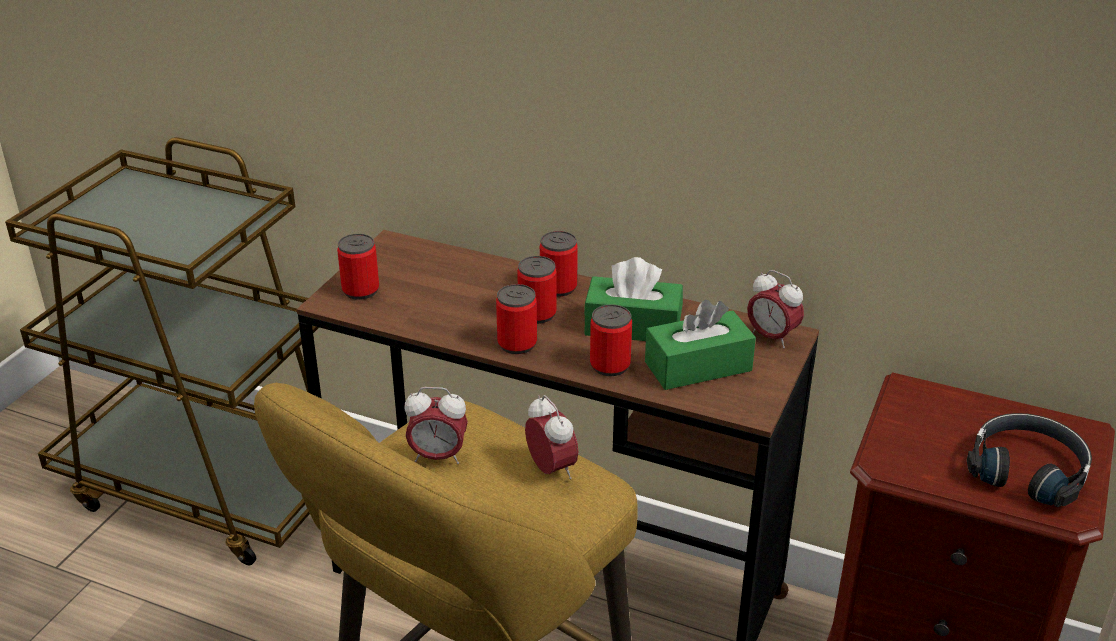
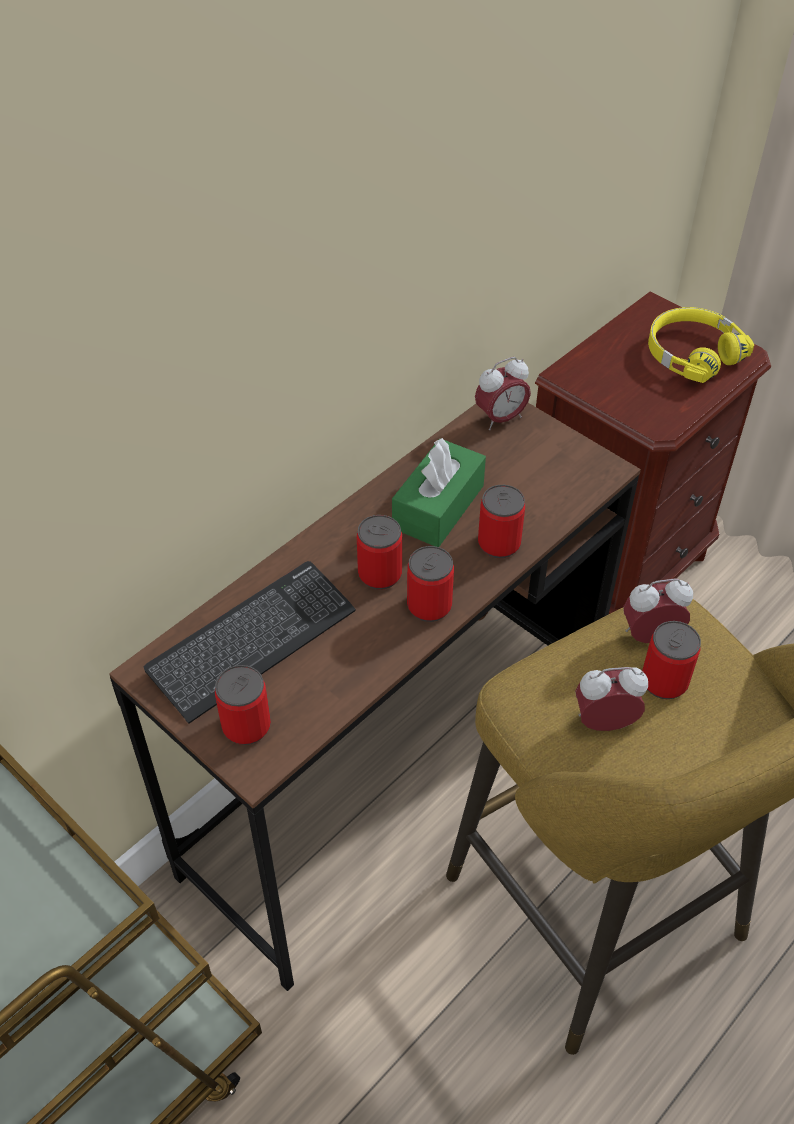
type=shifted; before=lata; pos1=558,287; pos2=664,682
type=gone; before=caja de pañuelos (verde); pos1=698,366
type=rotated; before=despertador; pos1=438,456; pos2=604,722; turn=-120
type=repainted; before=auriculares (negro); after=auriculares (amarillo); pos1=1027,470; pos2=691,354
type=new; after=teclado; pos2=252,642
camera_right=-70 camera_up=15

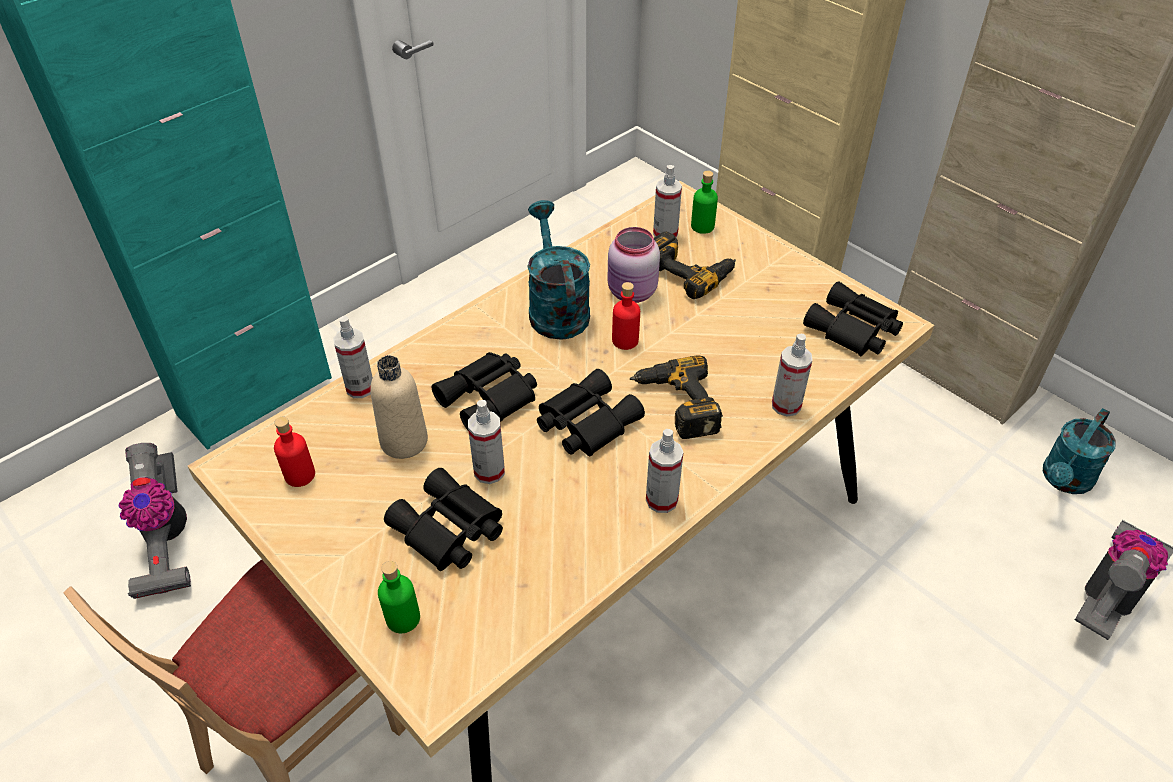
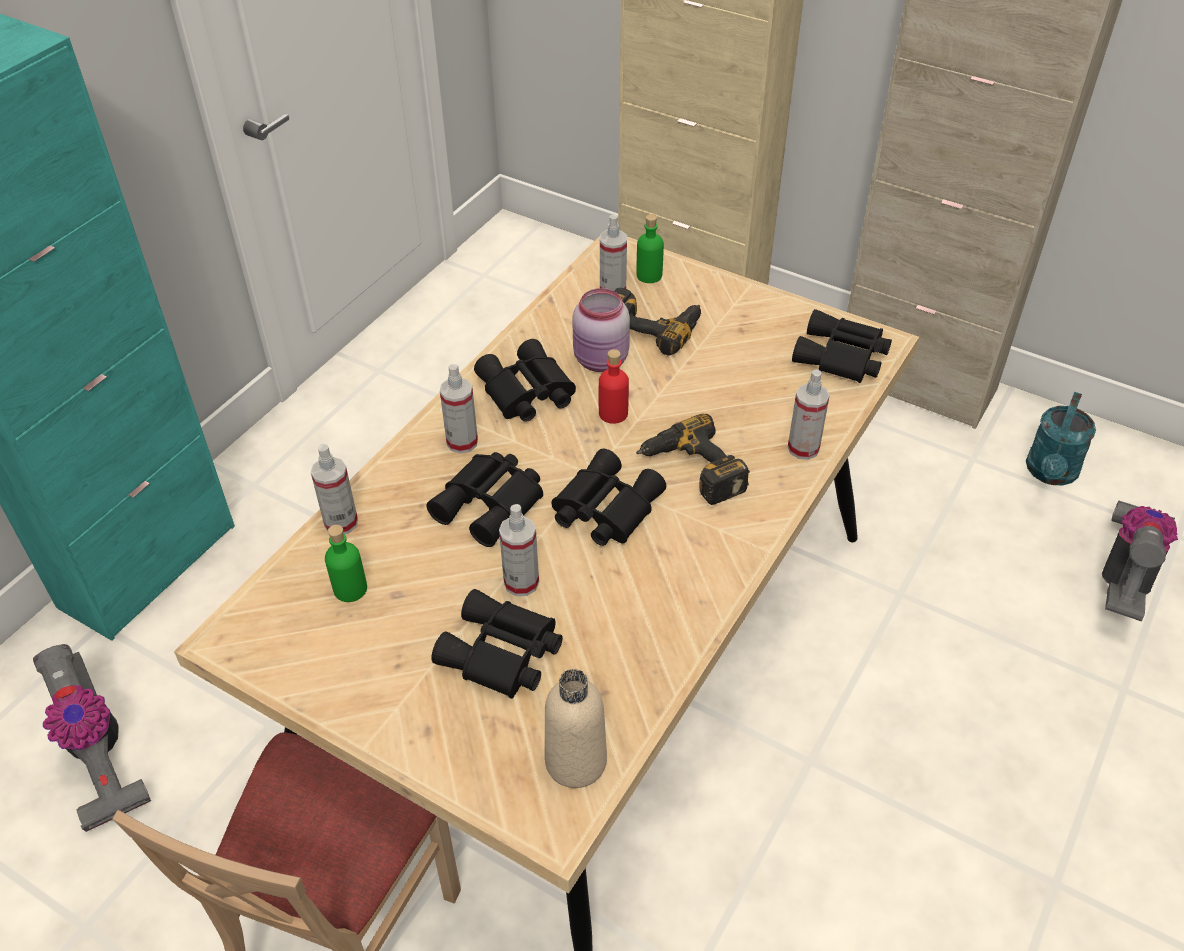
type=swapped; before=regadera (turquesa); after=prismáticos (negro); pos1=556,308; pos2=525,393
type=shifted; before=botella (beis); pos1=404,441; pos2=575,761
type=gone; before=botella (rojo); pos1=300,475
type=shifted; before=pulverizador; pos1=661,500; pos2=462,442
type=shifted; before=botella (verde); pos1=403,618; pos2=350,589
camera_right=-15 camera_up=0

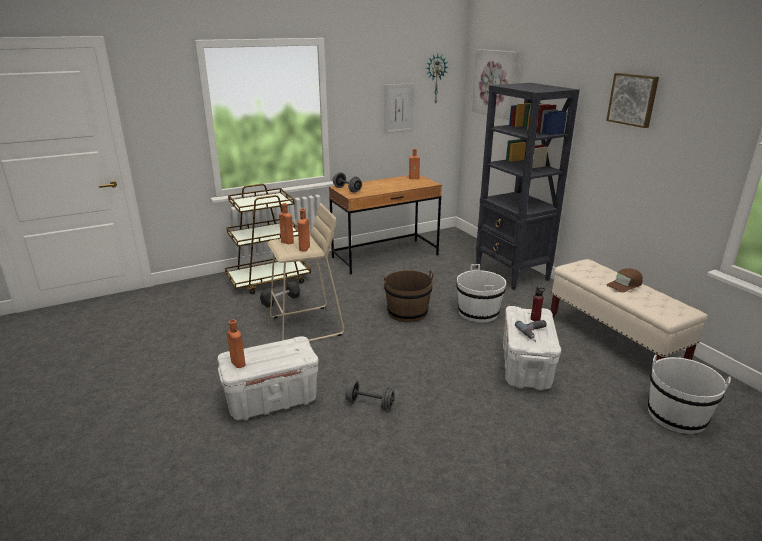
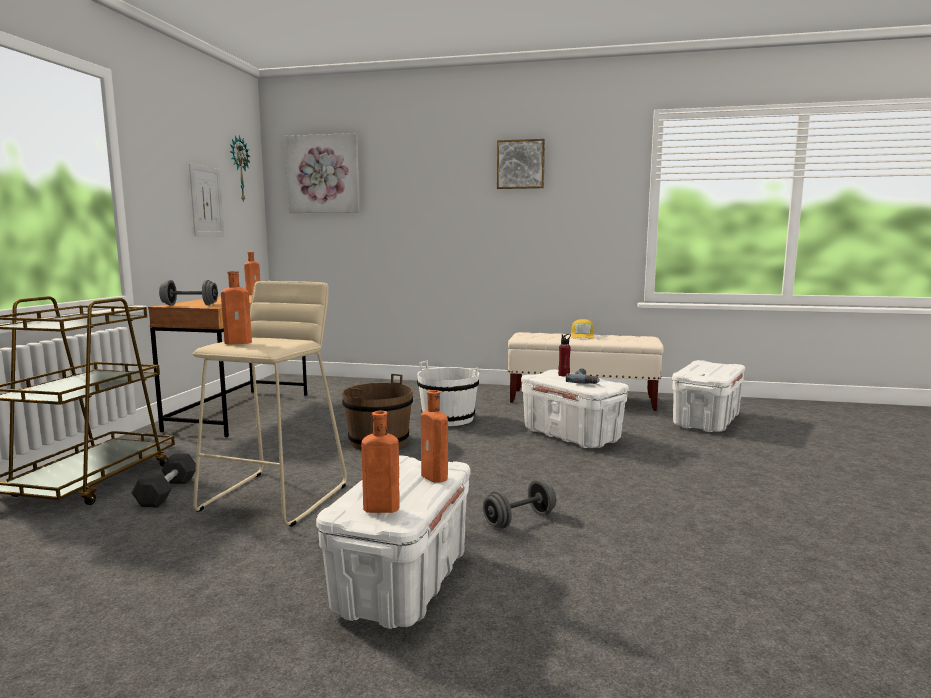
type=gone; before=estantería (negro); pos1=512,274
type=shifted; before=botella (naranja); pos1=304,249; pos2=435,477
type=repainted; before=gorra (marrón); after=gorra (amarillo); pos1=625,285; pos2=582,336
type=swapped; before=cubo (blanco); after=caja de almacenaje (blanco); pos1=676,416; pos2=705,421
camera_right=-50 camera_up=-15

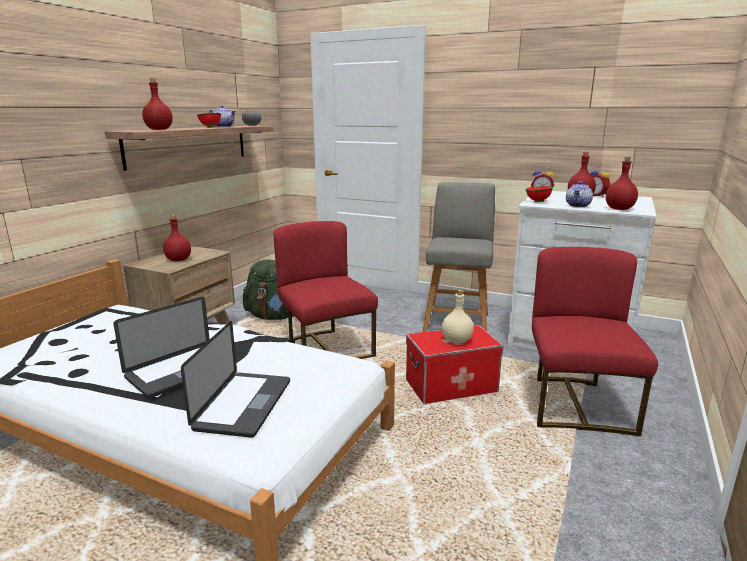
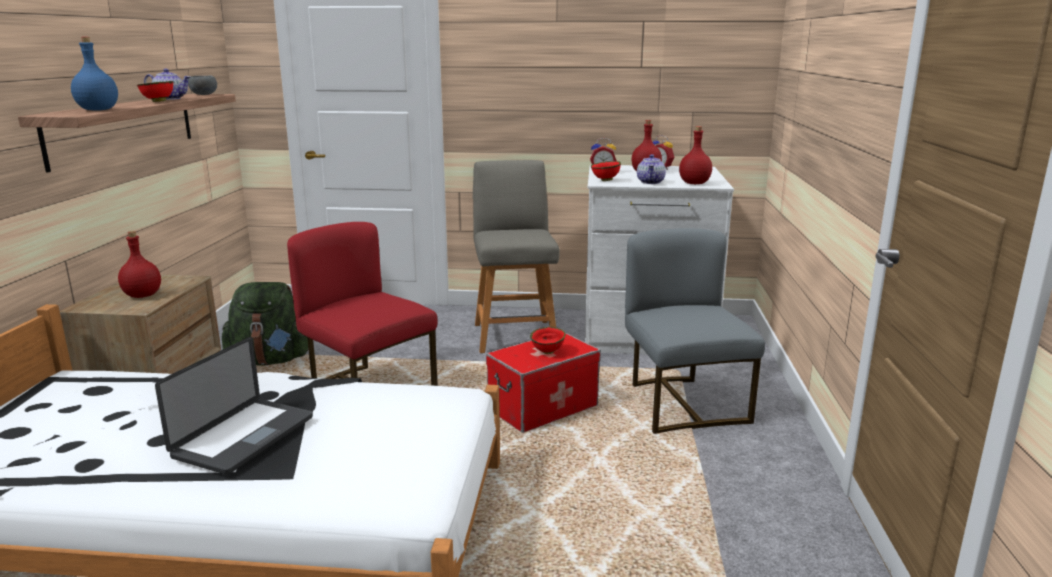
type=repainted; before=botella (rojo); after=botella (azul); pos1=159,129; pos2=99,110
type=repainted; before=silla (rojo); after=silla (gris); pos1=576,405; pos2=682,404
type=swapped; before=botella (beis); after=cuenco (rojo); pos1=457,340; pos2=548,352
type=gone; before=portátil; pos1=243,404
camera_right=-20 camera_up=0

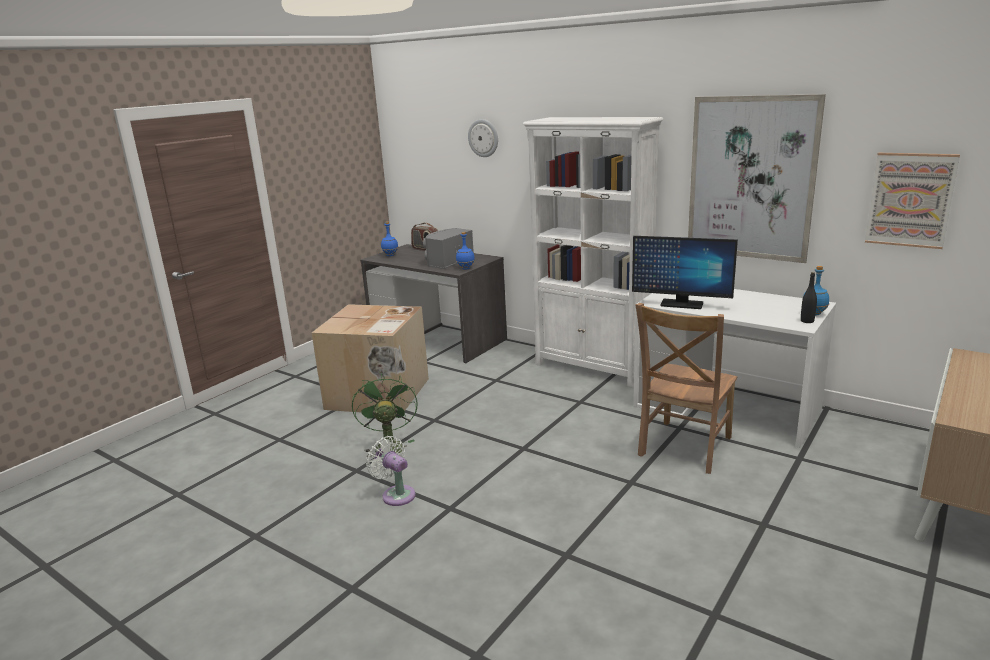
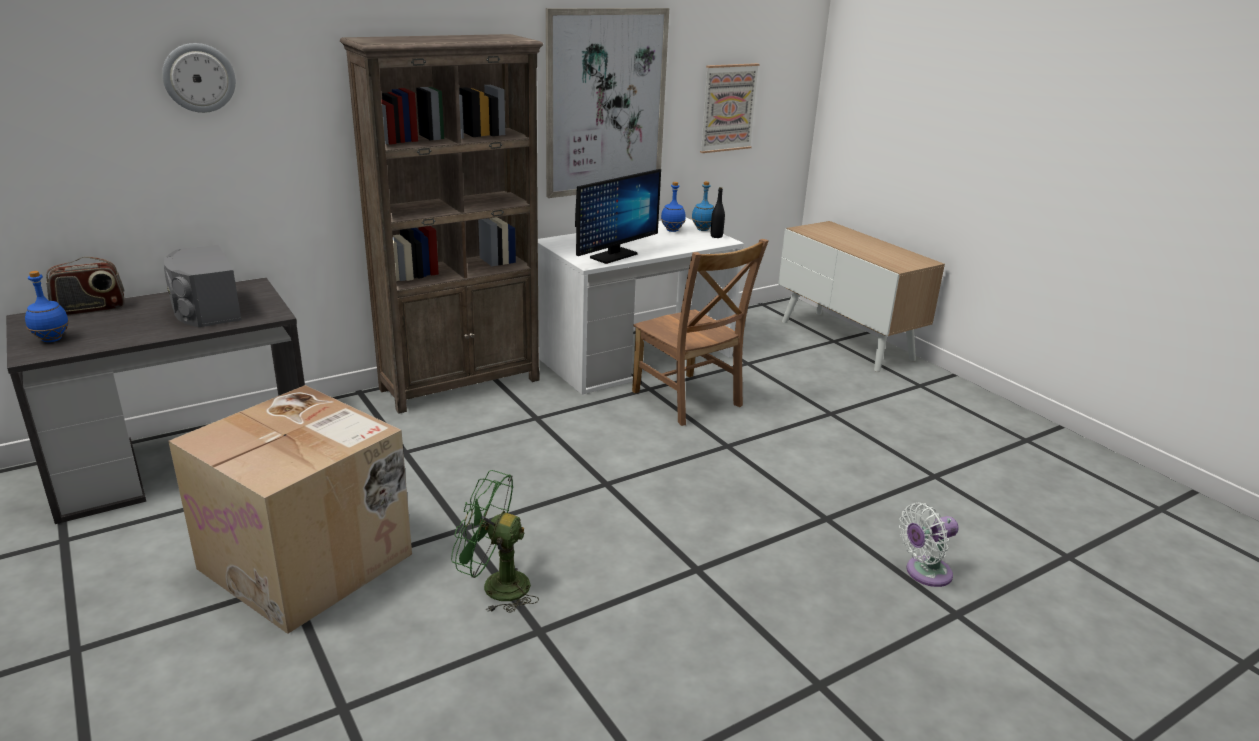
type=repainted; before=estantería (blanco); after=estantería (marrón); pos1=592,368; pos2=461,384
type=shifted; before=botella (azul); pos1=465,268; pos2=672,230
type=shifted; before=ventilador (blanco); pos1=396,494; pos2=924,573
camera_right=-70 camera_up=5

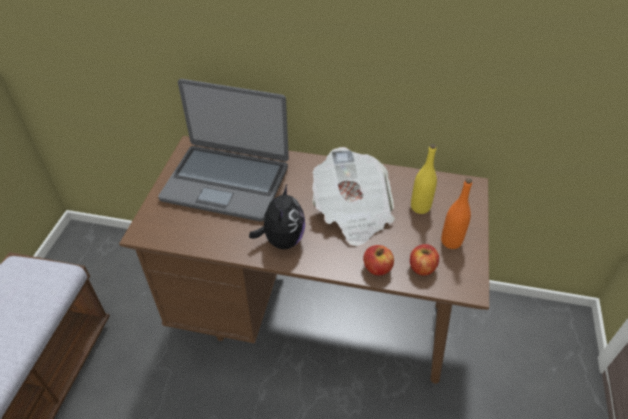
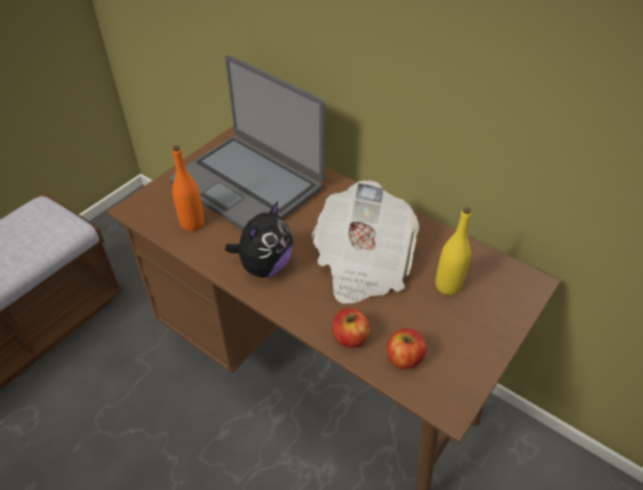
type=shifted; before=botella (naranja); pos1=451,241; pos2=192,223
camera_right=25 camera_up=0

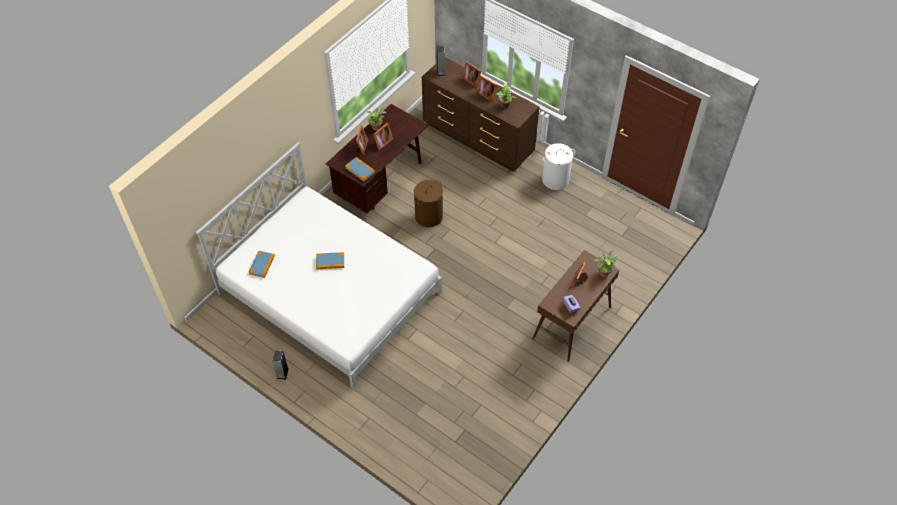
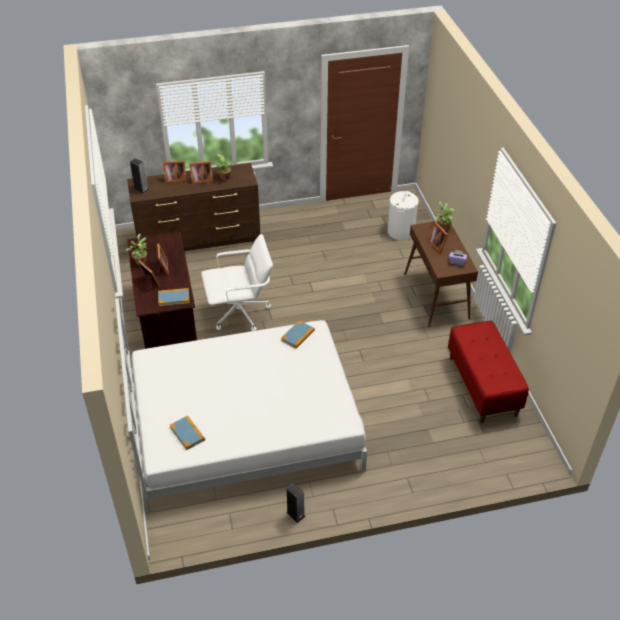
type=shifted; before=cesto de la ropa (blanco); pos1=555,180; pos2=401,232
type=swapped; before=cesto de la ropa (marrón); after=silla de oficina (blanco); pos1=428,217; pos2=240,313
type=shifted; before=libro; pos1=330,262; pos2=298,335
type=new; after=banco (rojo); pos2=483,386
camera_right=-50 camera_up=-10

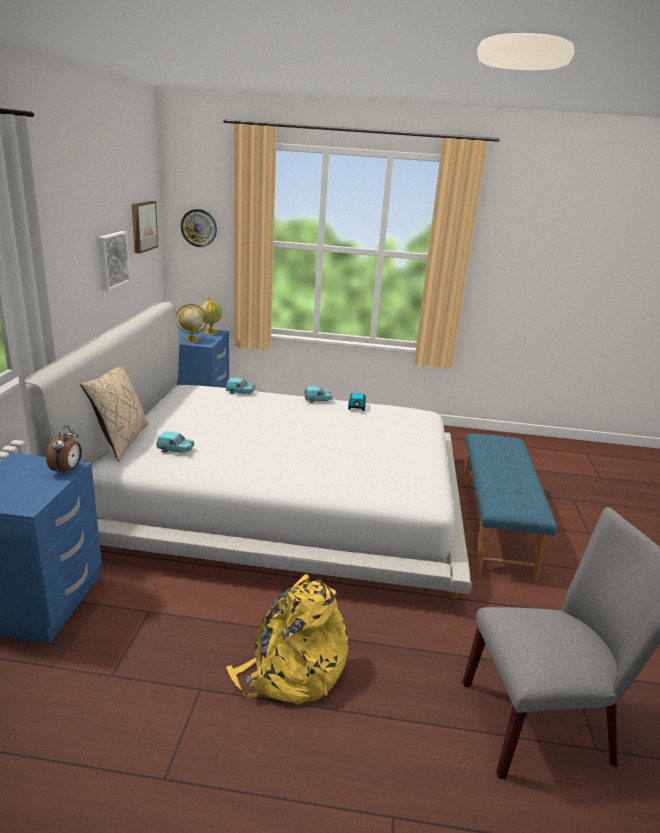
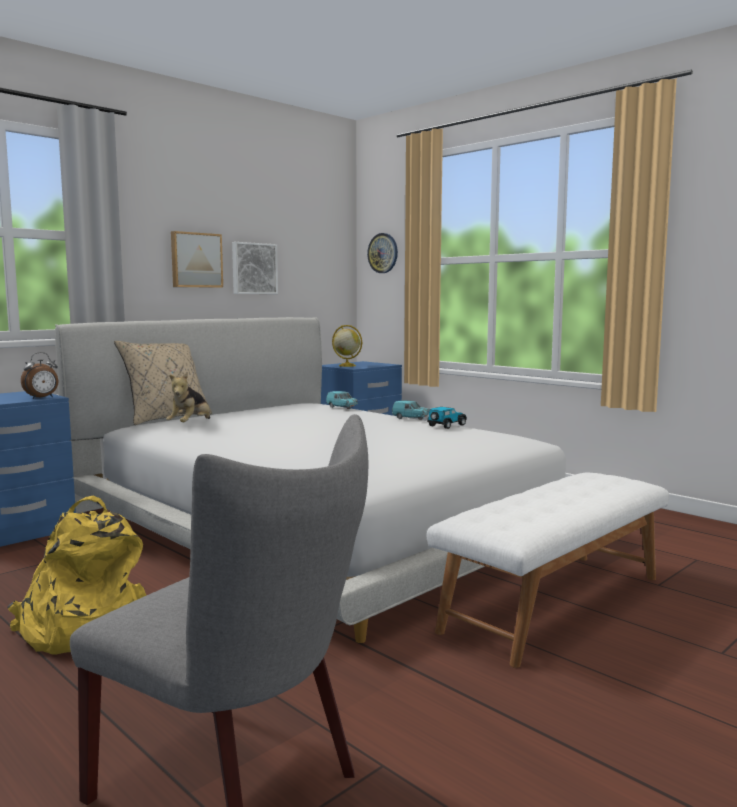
type=shifted; before=cuadro; pos1=142,226; pos2=196,260
type=gone; before=globo terráqueo; pos1=210,332
type=swapped; before=coche de juguete (turquesa); after=peluche; pos1=175,450; pos2=190,425
type=repainted; before=banco (azul); after=banco (blanco); pos1=494,525; pos2=553,602
camera_right=40 camera_up=-15

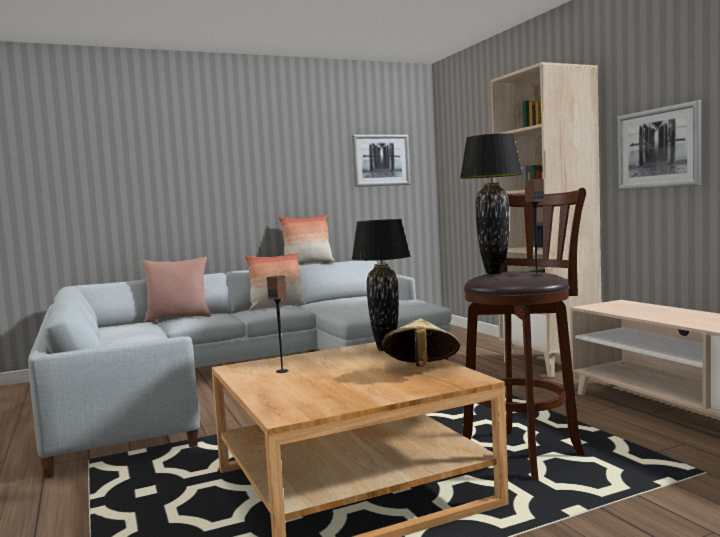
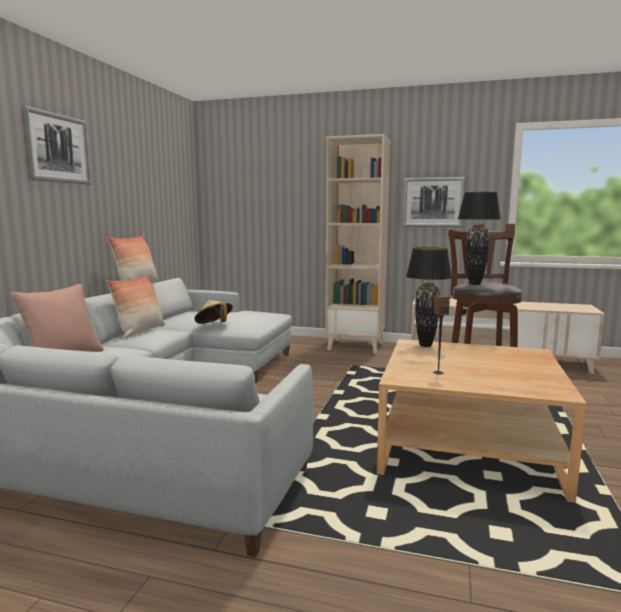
type=shifted; before=cuadro; pos1=381,160; pos2=57,148
type=shifted; before=sombrero (beis); pos1=420,369; pos2=214,325
camera_right=-50 camera_up=5

